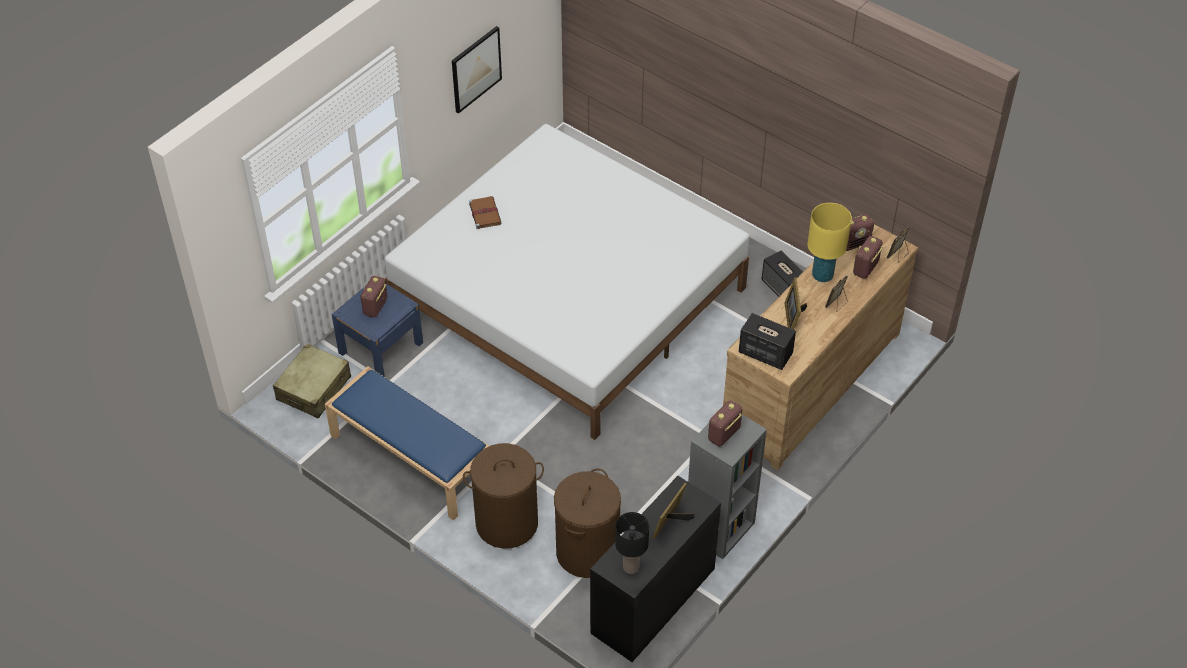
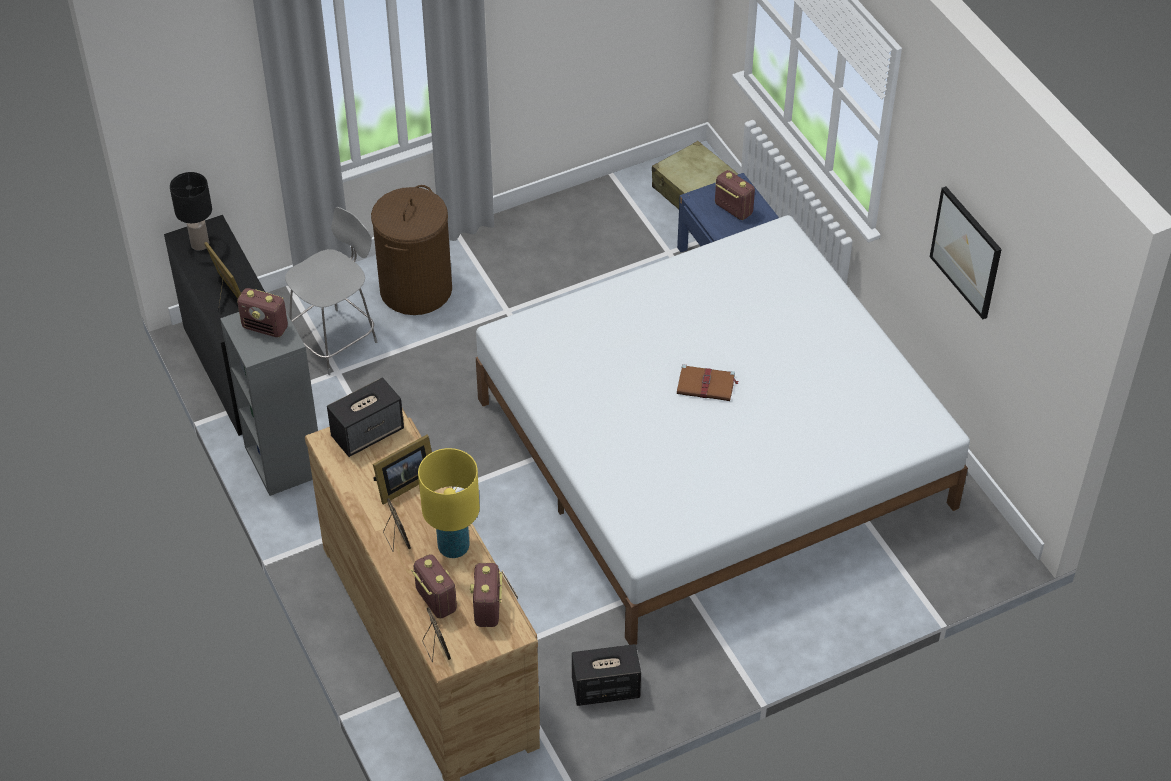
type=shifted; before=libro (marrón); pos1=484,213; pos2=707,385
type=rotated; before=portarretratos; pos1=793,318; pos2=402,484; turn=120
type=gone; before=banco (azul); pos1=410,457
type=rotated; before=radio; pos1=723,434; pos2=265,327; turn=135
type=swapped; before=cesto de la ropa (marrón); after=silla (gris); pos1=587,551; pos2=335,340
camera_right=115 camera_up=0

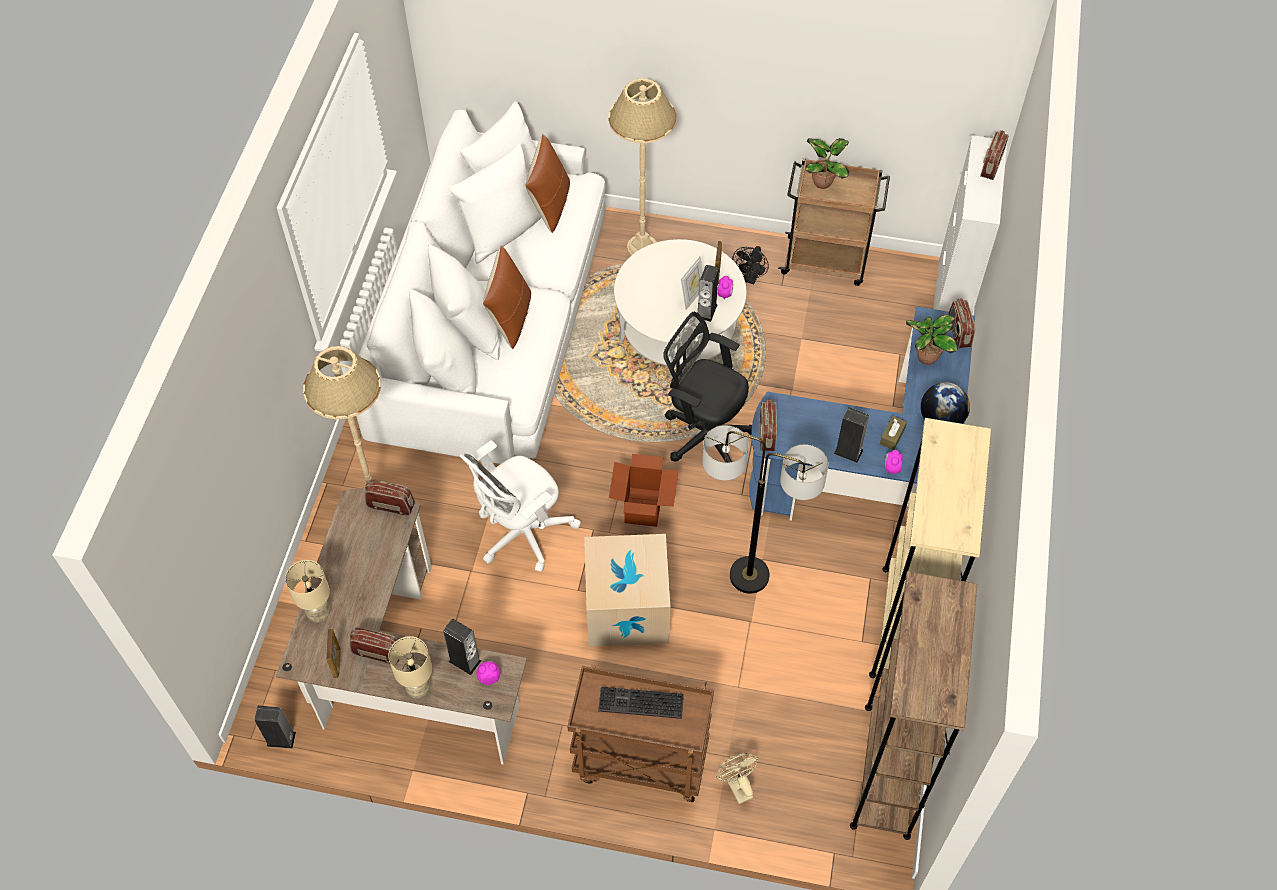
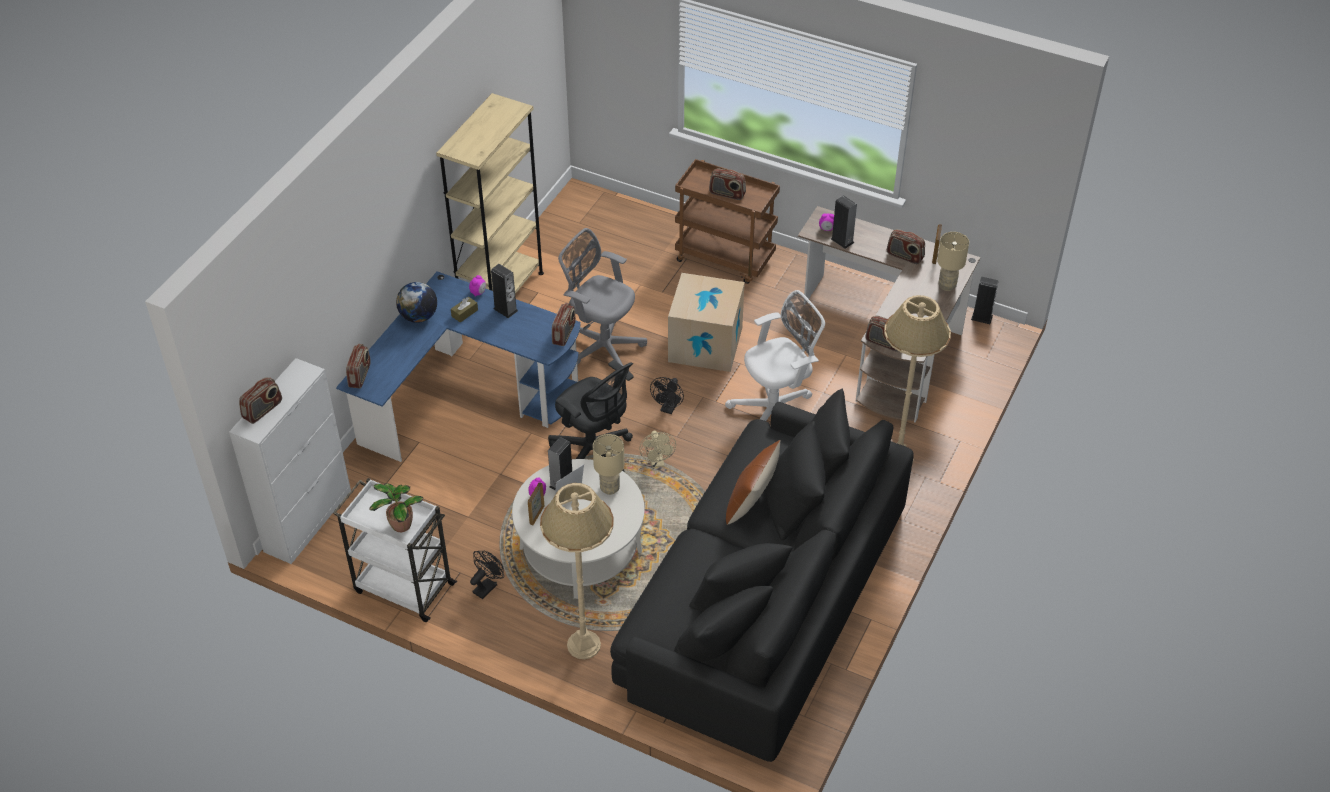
type=repainted; before=sofá (blanco); after=sofá (negro); pos1=491,321; pos2=763,598
type=gone; before=cojín (marrón); pos1=550,205
type=repainted; before=carrito (marrón); after=carrito (blanco); pos1=826,261; pos2=402,587
type=gone; before=planta en maceta; pos1=925,357
type=swapped; before=lámpara de pie; after=silla de oficina (gris); pos1=749,576; pos2=602,346
type=swapped; before=caja de cartón; after=ventilador (negro); pos1=643,507; pos2=668,408
type=gone; before=estantería (marrón); pos1=887,770
type=shifted; before=lámpara de mesa (beis); pos1=419,688; pos2=609,488
type=swapped; before=teclado; after=radio; pos1=639,704; pos2=727,194
type=shifted; before=ventilador (beis); pos1=737,785; pos2=657,462
camera_right=-165 camera_up=-10

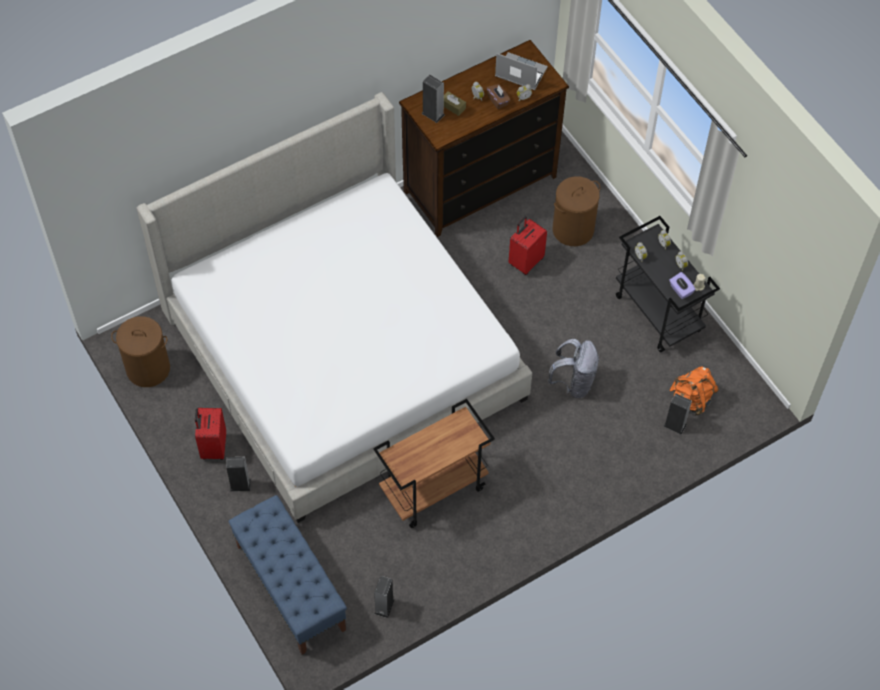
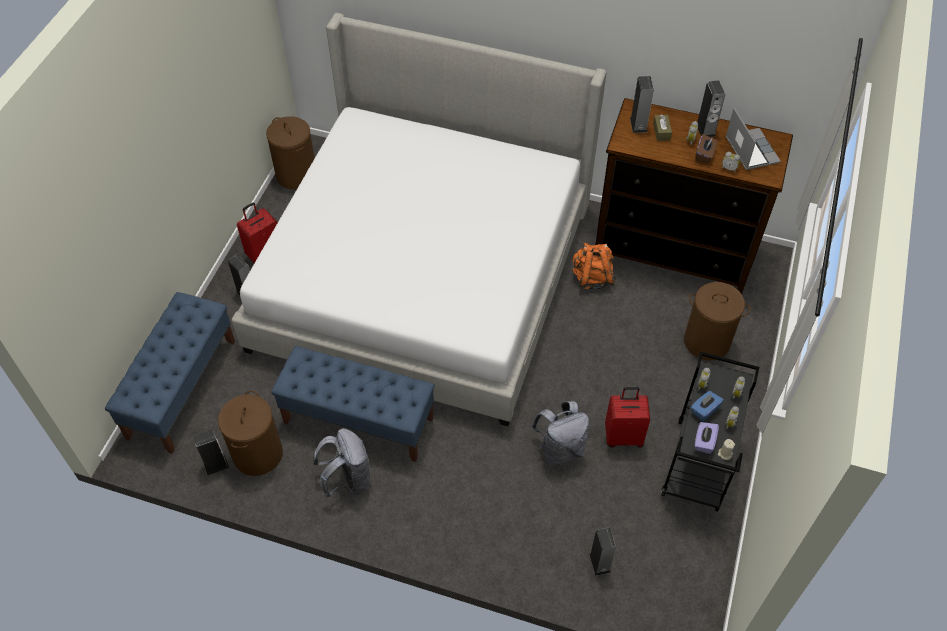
type=shifted; before=maleta (rojo); pos1=525,261; pos2=623,436
type=shifted; before=mochila (naranja); pos1=691,399; pos2=592,278
type=swapped; before=carrito (marrón); after=banco (azul); pos1=434,488; pos2=359,421
type=new; after=altavoz; pos2=705,129
type=new; after=cesto de la ropa (marrón); pos2=258,453
type=new; after=caja de pañuelos (azul); pos2=704,410
type=new; after=mochila (gris); pos2=348,480
camera_right=50 camera_up=-5

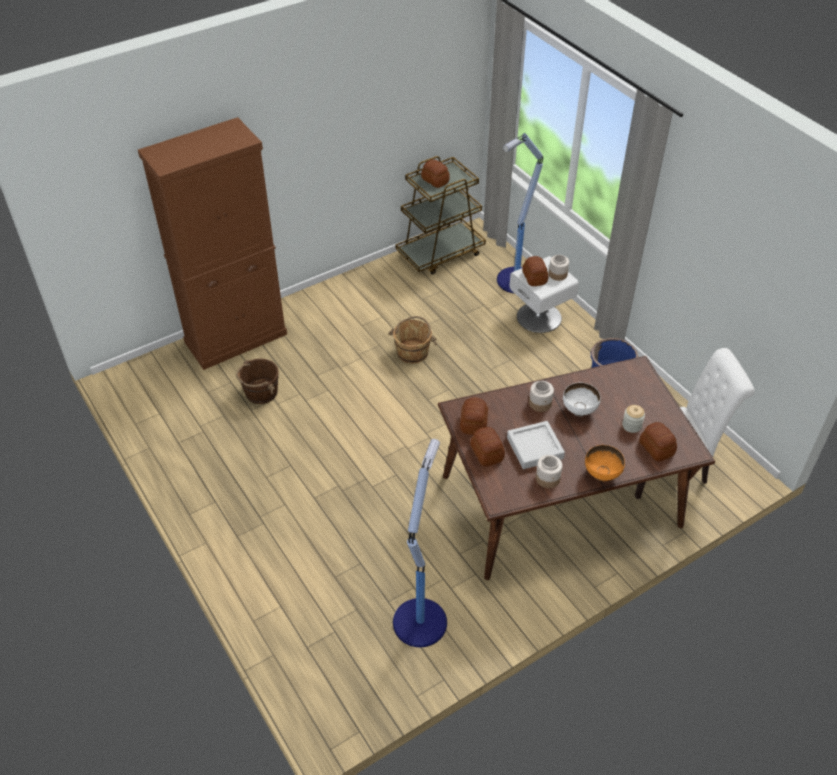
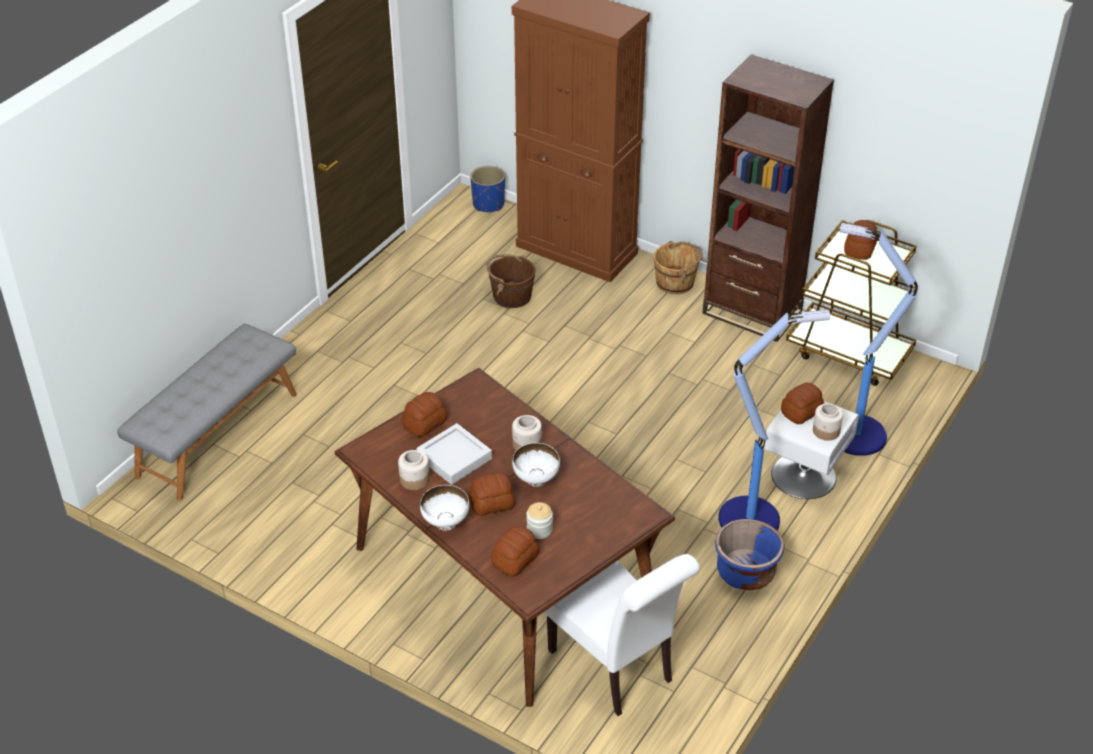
type=shifted; before=cubo (marrón); pos1=412,352; pos2=676,282
type=shifted; before=pan; pos1=474,423; pos2=492,503
type=shifted; before=lámpara de pie; pos1=420,620; pos2=751,518
type=repainted; before=cuenco (naranja); after=cuenco (blanco); pos1=602,474; pos2=446,522
type=new; after=estantería (marrón); pos2=752,312
type=new; after=maceta (azul); pos2=488,204
type=new; after=banco (gris); pos2=217,434
camera_right=65 camera_up=-5

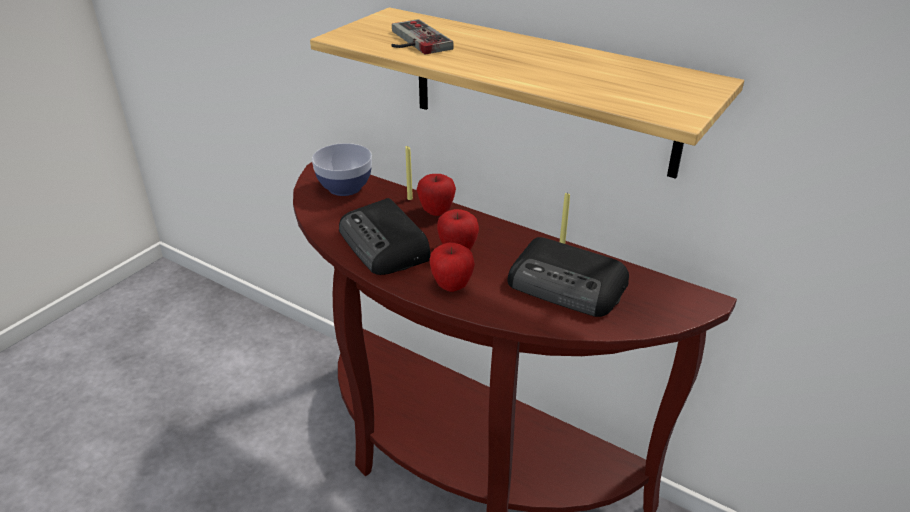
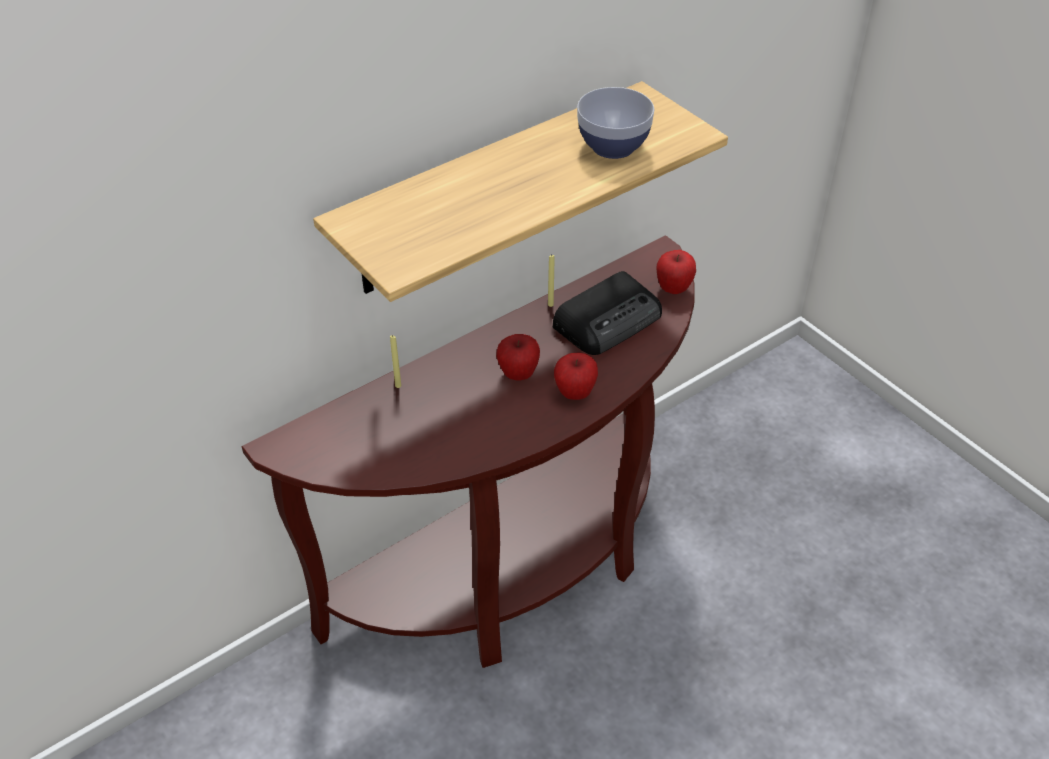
type=gone; before=mando de consola; pos1=412,41
type=shifted; before=cuenco; pos1=345,187; pos2=613,146
type=shifted; before=manzana; pos1=436,211; pos2=673,289
type=gone; before=radio; pos1=385,245
camera_right=-70 camera_up=10

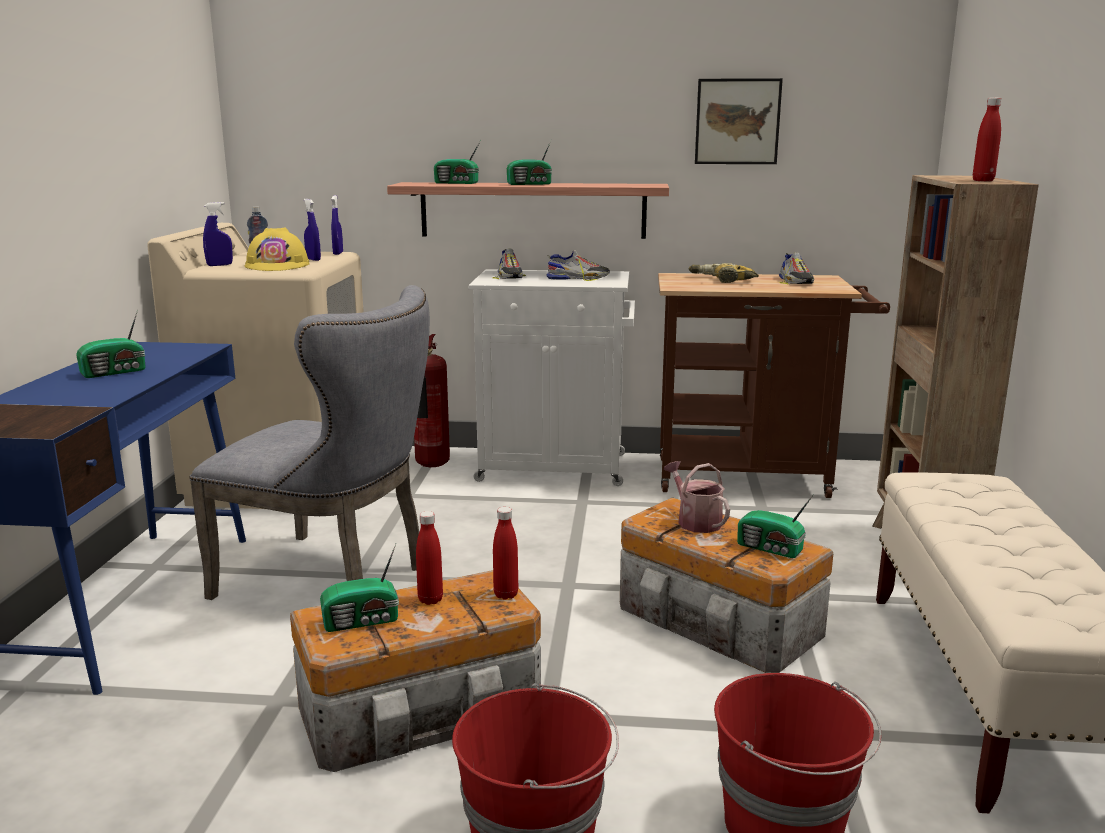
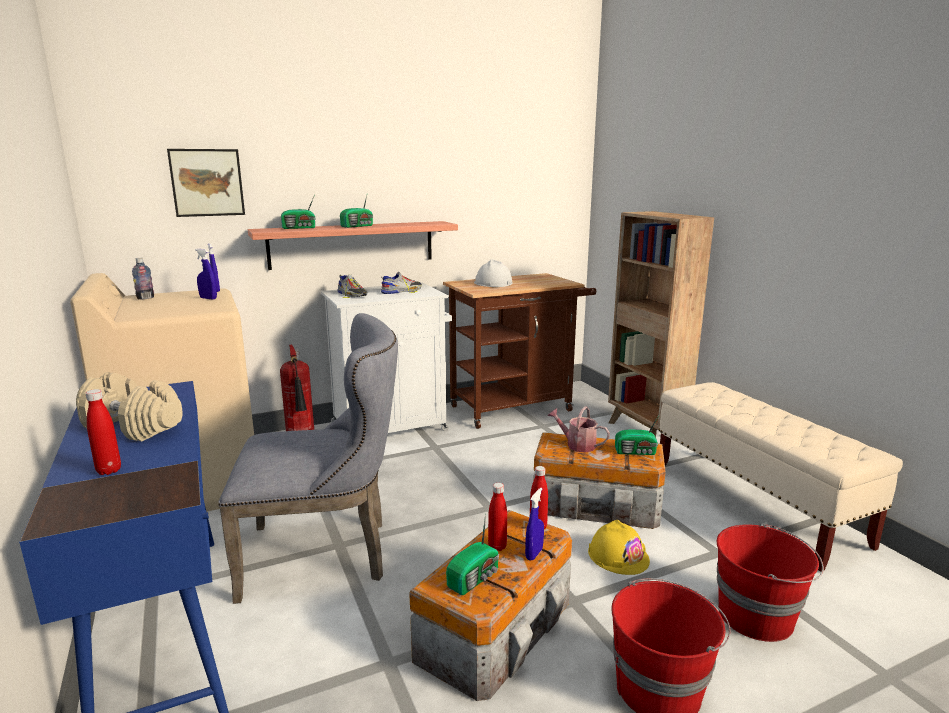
type=shifted; before=cuadro; pos1=737,121; pos2=207,182
type=shifted; before=botella (rojo); pos1=983,181; pos2=109,470
type=shifted; before=pulverizador (azul); pos1=219,265; pos2=534,554
type=shifted; before=casco (amarillo); pos1=277,265; pos2=618,556
type=gone; before=zapato; pos1=795,281
type=swapped; before=taladro; after=casco (blanco); pos1=722,280; pos2=493,283
type=swapped; before=radio; after=mancuerna (beis); pos1=116,372; pos2=133,427
camera_right=-30 camera_up=0

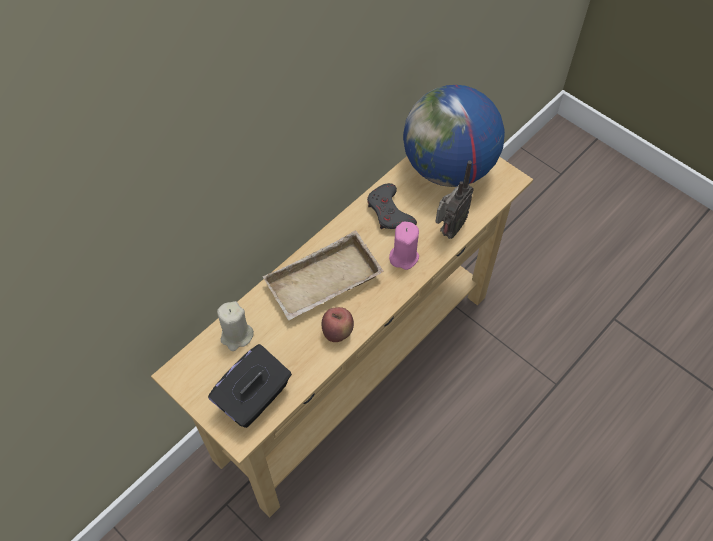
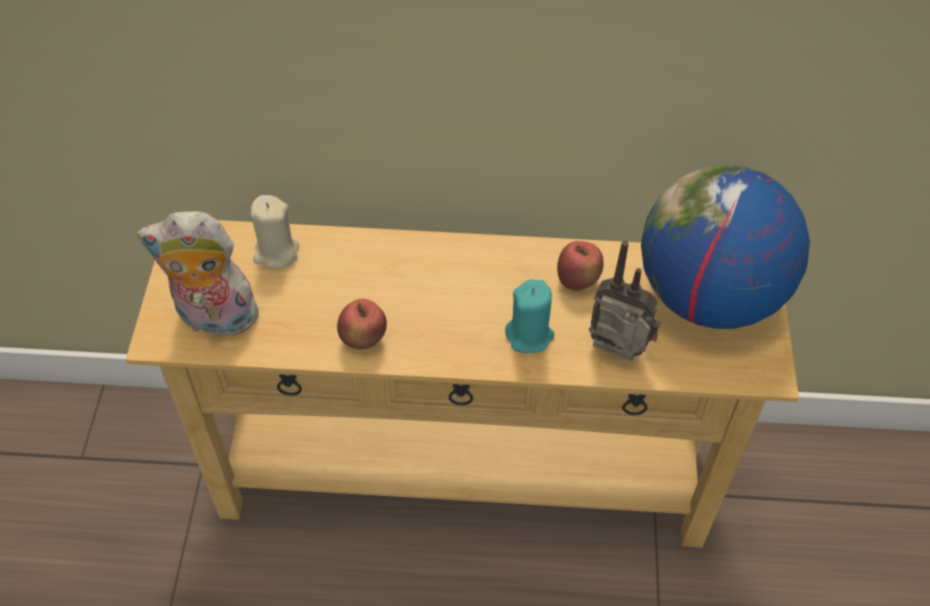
type=rotated; before=radio; pos1=448,230; pos2=616,356; turn=-150
type=swapped; before=mando de consola (gris); after=manzana; pos1=389,212; pos2=577,281
type=repainted; before=vela (rosa); after=vela (turquesa); pos1=403,256; pos2=529,335
type=gone; before=bandeja (beis); pos1=323,284
type=swapped; before=caja de pañuelos (negro); after=peluche; pos1=254,397; pos2=214,319
camera_right=50 camera_up=-5

